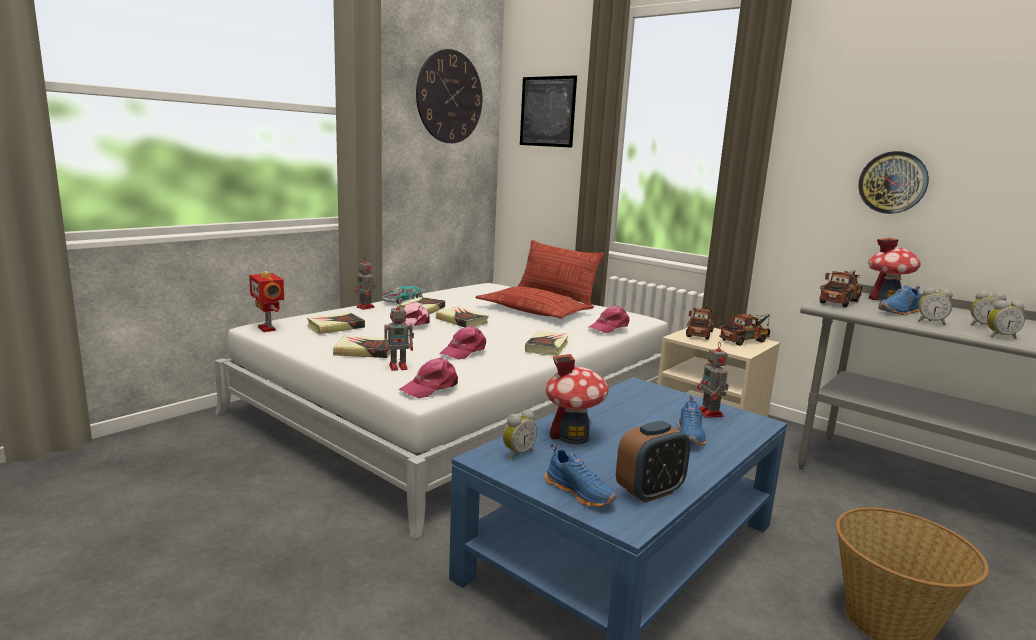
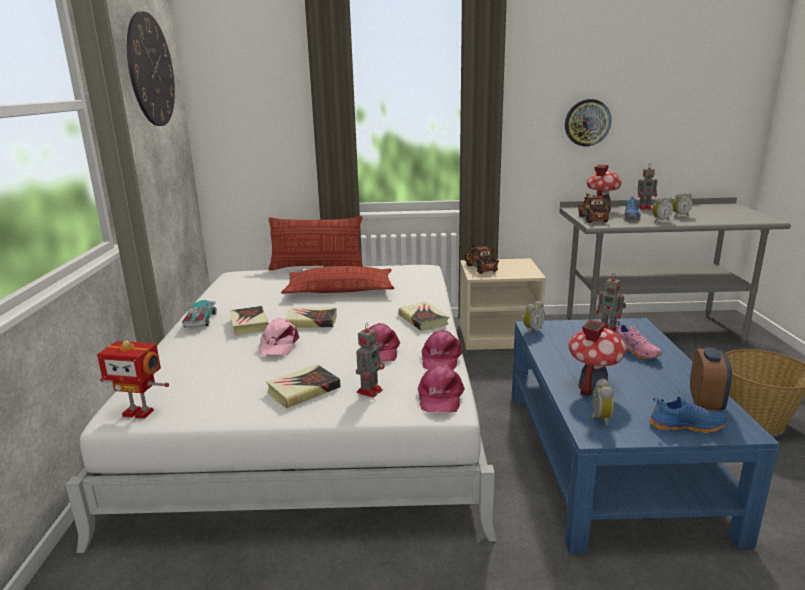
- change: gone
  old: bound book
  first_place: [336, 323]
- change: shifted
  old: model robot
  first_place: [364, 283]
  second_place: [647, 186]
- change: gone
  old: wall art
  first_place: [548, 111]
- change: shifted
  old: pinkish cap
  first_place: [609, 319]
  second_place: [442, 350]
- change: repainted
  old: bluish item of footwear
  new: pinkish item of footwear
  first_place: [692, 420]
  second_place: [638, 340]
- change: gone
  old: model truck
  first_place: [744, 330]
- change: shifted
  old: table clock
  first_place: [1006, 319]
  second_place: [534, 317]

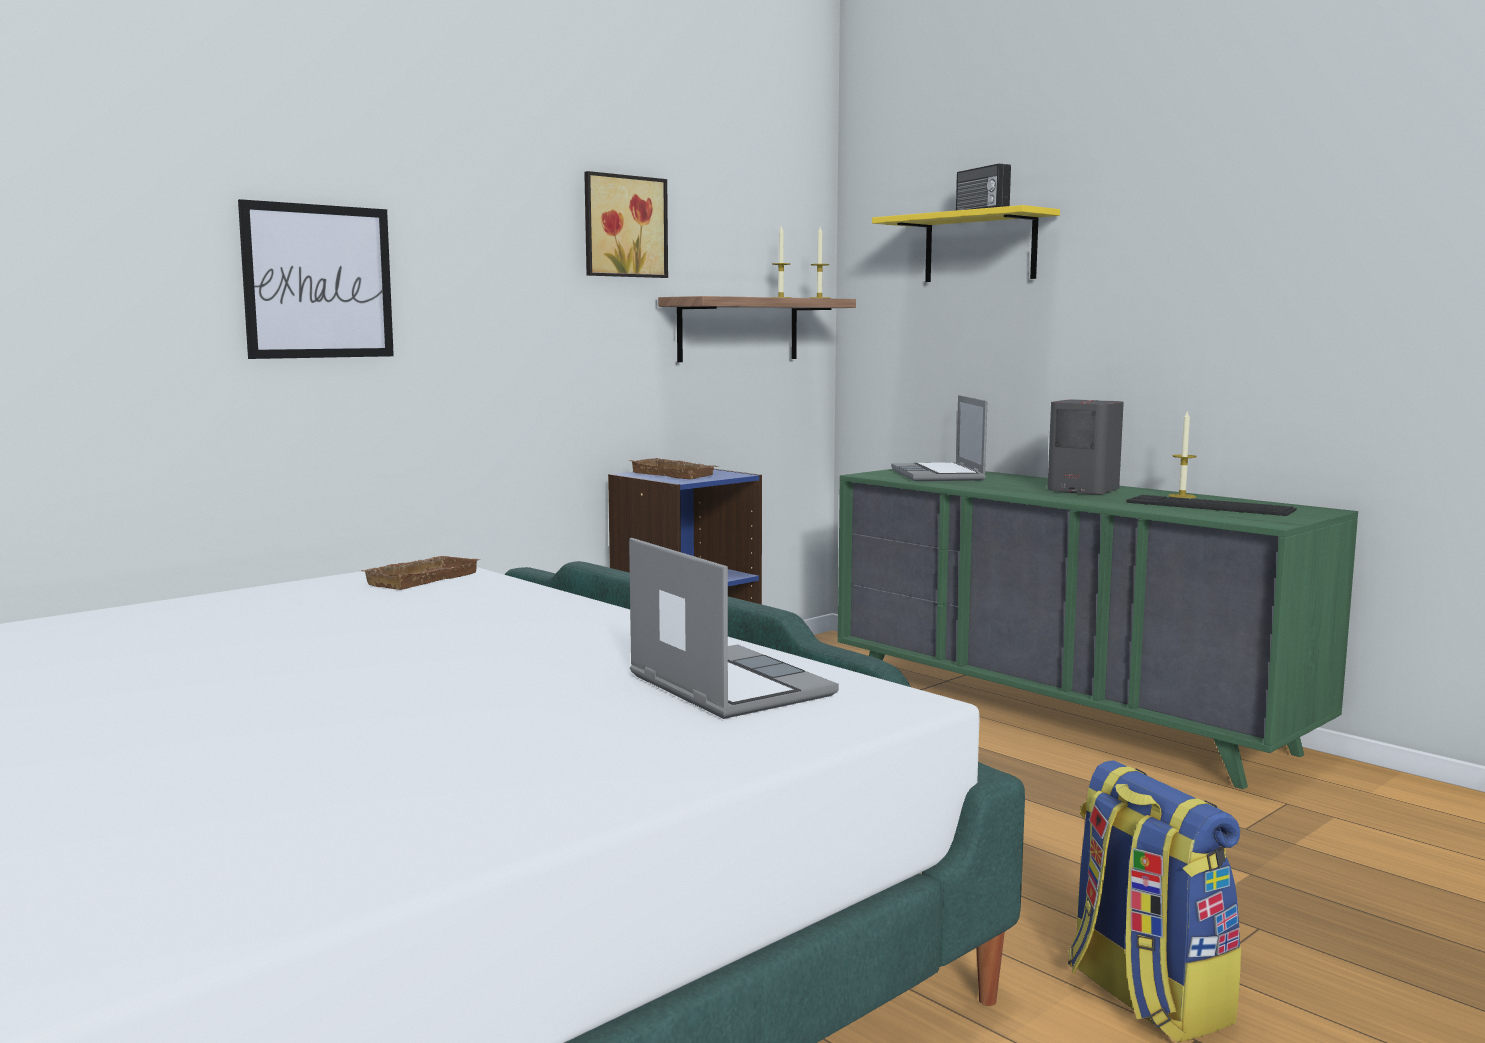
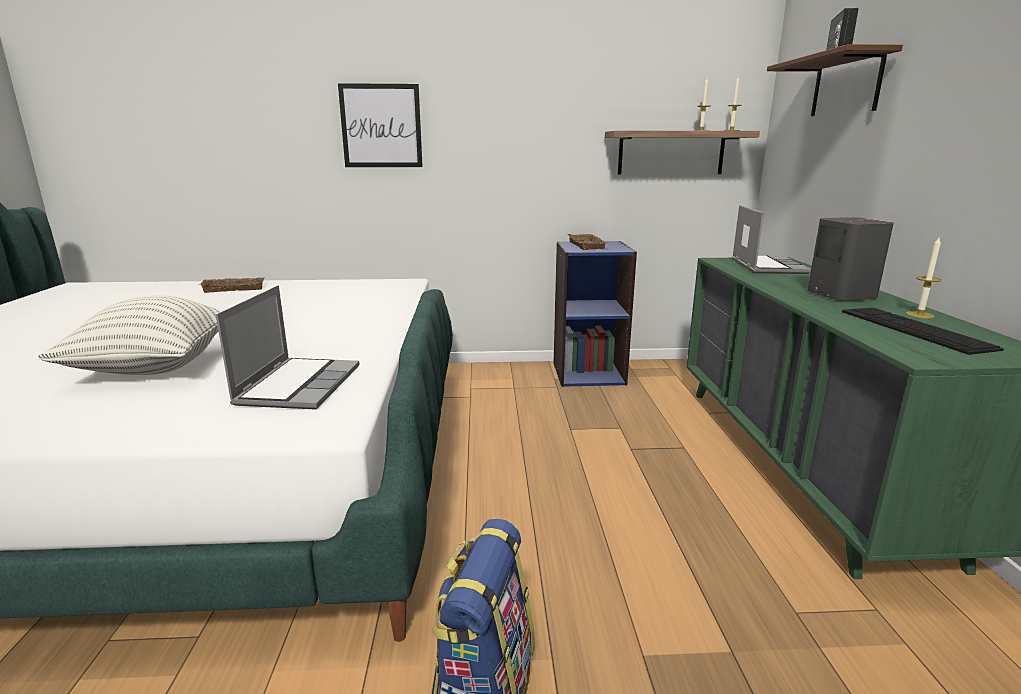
- change: shifted
  old: brown carrying tray
  first_place: [419, 573]
  second_place: [232, 285]
- change: gone
  old: wall art
  first_place: [626, 224]
- change: repainted
  old: yellowish shelf
  new: brown shelf
  first_place: [966, 243]
  second_place: [835, 80]
- change: rotated
  old: laptop
  first_place: [939, 438]
  second_place: [771, 239]
  degrees: 150
- change: new
  new: throw pillow
  second_place: [129, 335]

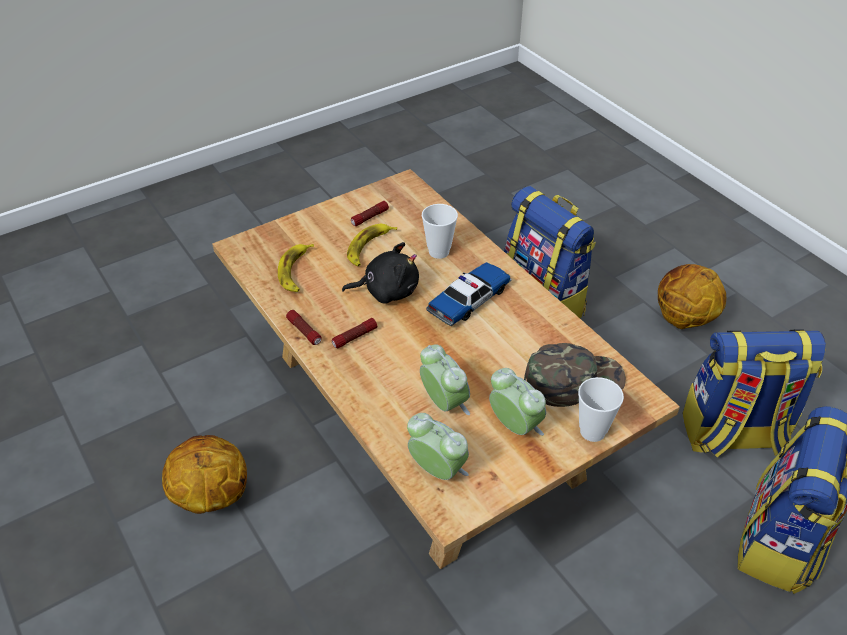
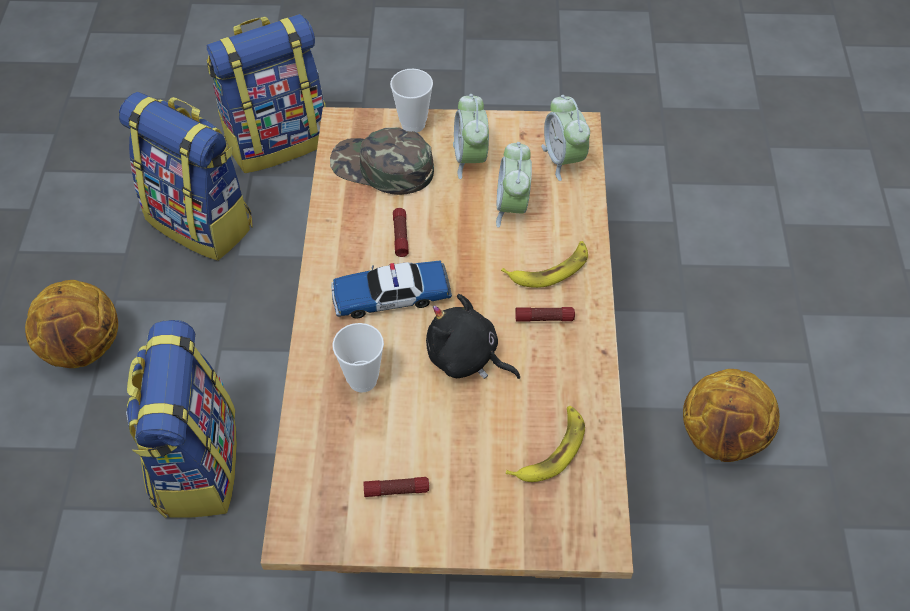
- change: shifted
  old: flashlight
  first_place: [304, 327]
  second_place: [401, 232]
- change: shifted
  old: banana
  first_place: [372, 245]
  second_place: [544, 264]

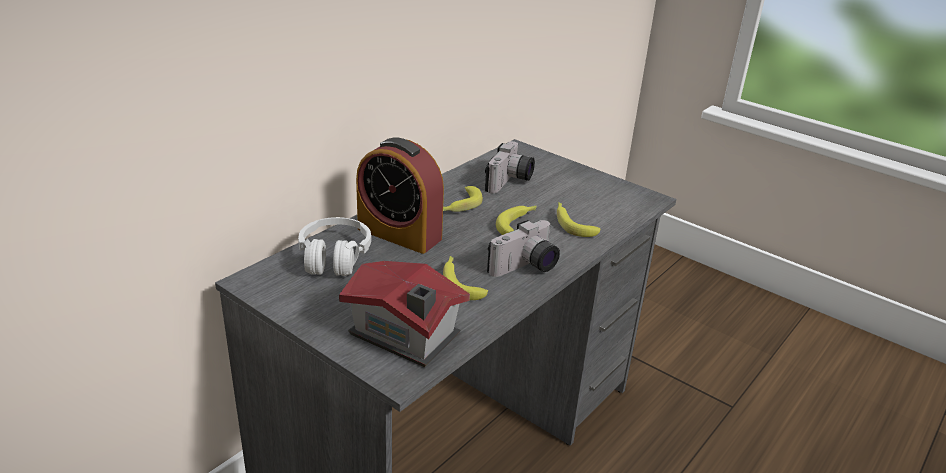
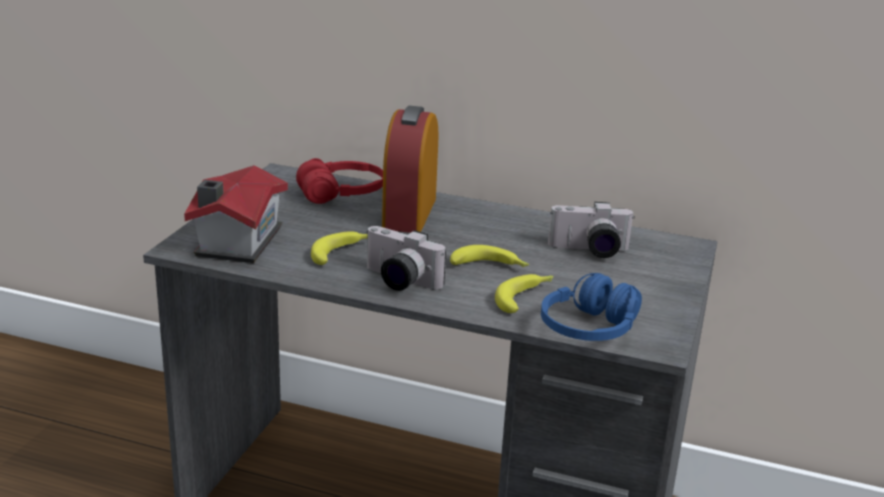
- change: repainted
  old: whitish headset
  new: red headset
  first_place: [334, 246]
  second_place: [339, 181]
- change: gone
  old: banana
  first_place: [463, 199]
- change: new
  new: bluish headset
  second_place: [591, 307]

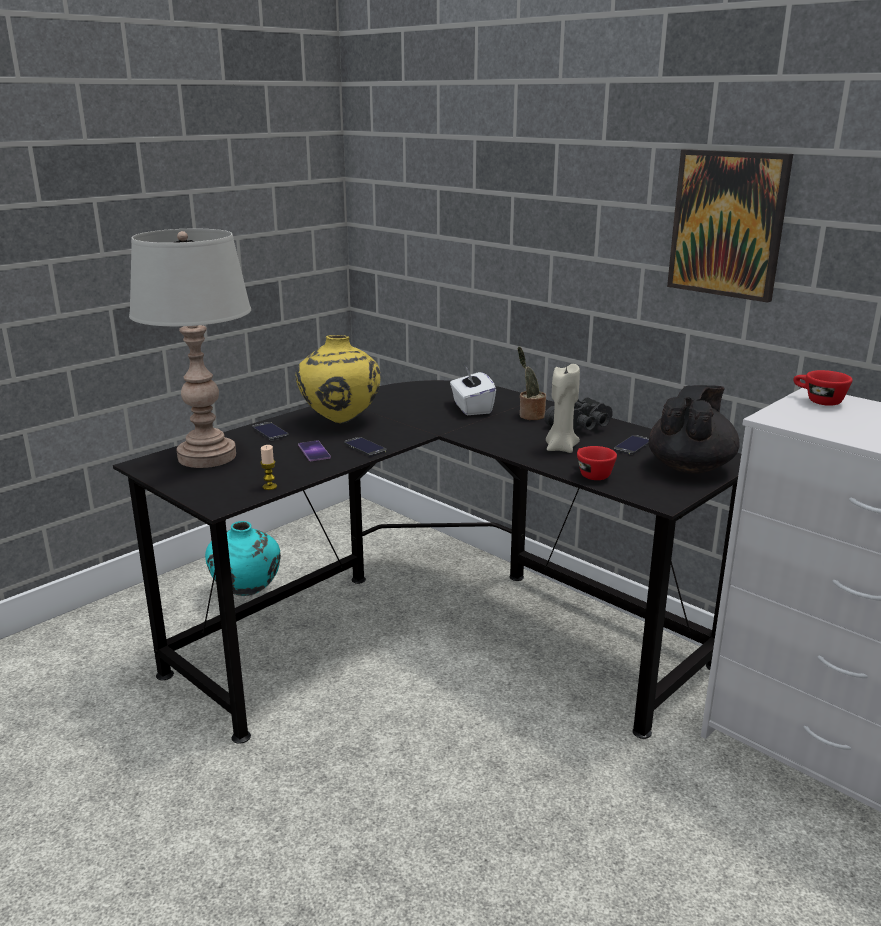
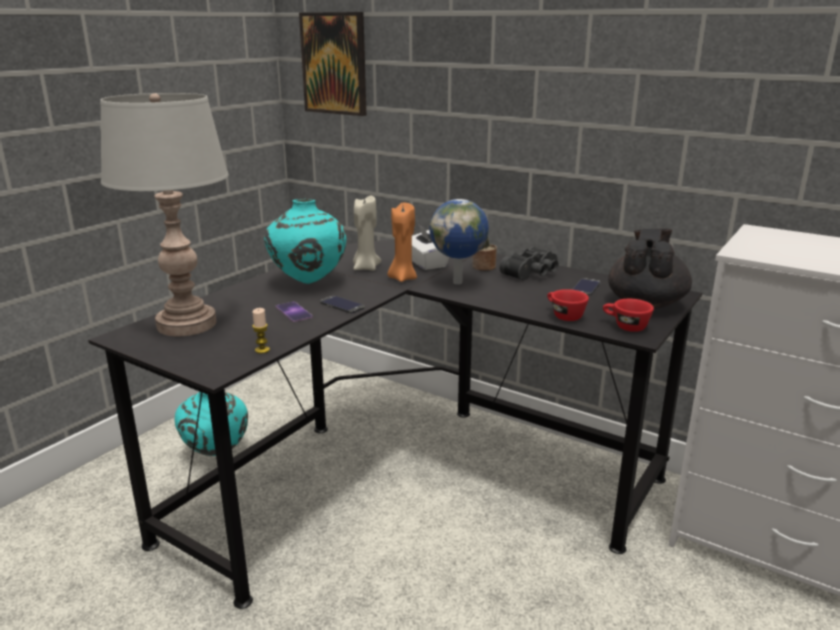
- change: gone
  old: telephone
  first_place: [270, 431]
- change: repainted
  old: yellowish decorative vase
  new: blue-green decorative vase
  first_place: [338, 379]
  second_place: [305, 241]
- change: shifted
  old: sand-coloured wax light
  first_place: [563, 408]
  second_place: [367, 233]
- change: shifted
  old: wall art
  first_place: [730, 226]
  second_place: [332, 64]
- change: shifted
  old: red cup
  first_place: [823, 388]
  second_place: [628, 315]
- change: new
  new: orangey wax light
  second_place: [402, 242]
- change: new
  new: globe
  second_place: [459, 242]

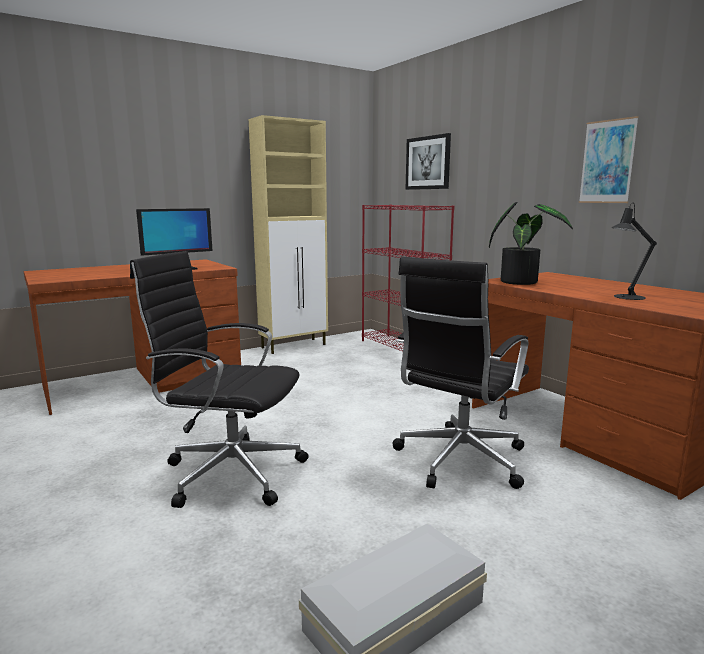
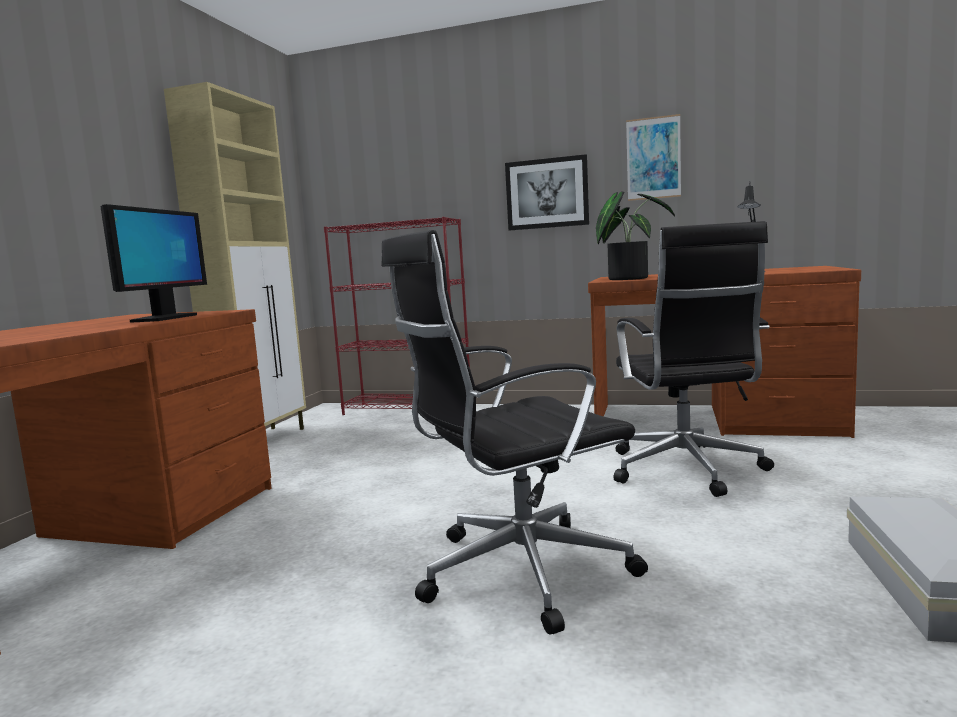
- change: shifted
  old: wall art
  first_place: [428, 161]
  second_place: [547, 192]

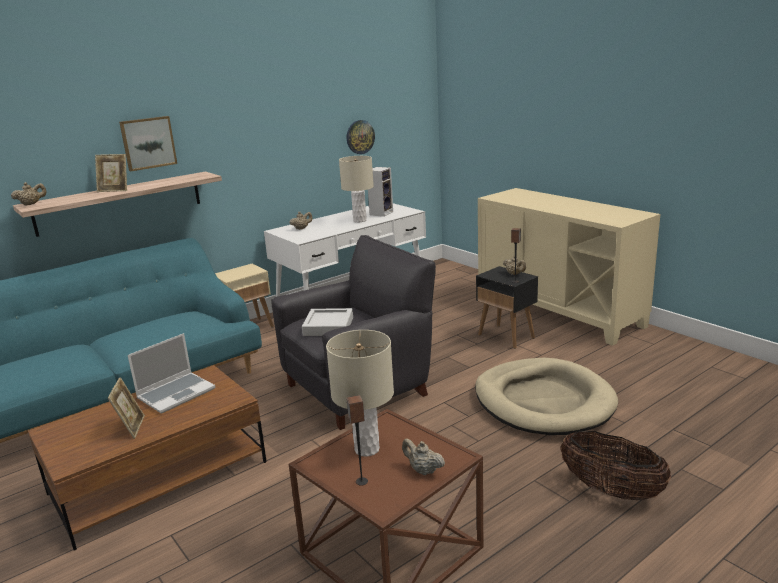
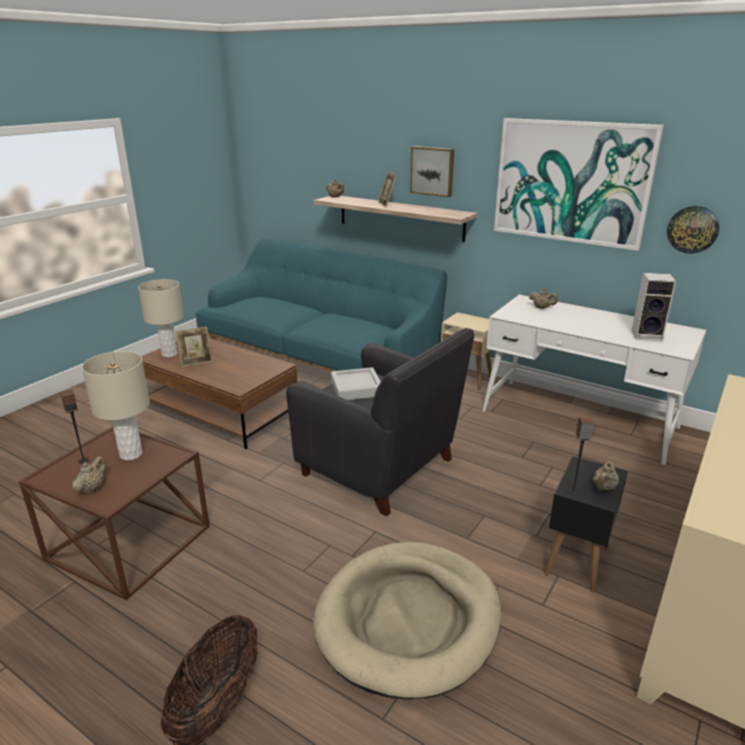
- change: gone
  old: laptop
  first_place: [171, 373]
- change: shifted
  old: sand-coloured table lamp
  first_place: [356, 189]
  second_place: [161, 318]
- change: new
  new: wall art
  second_place: [579, 184]

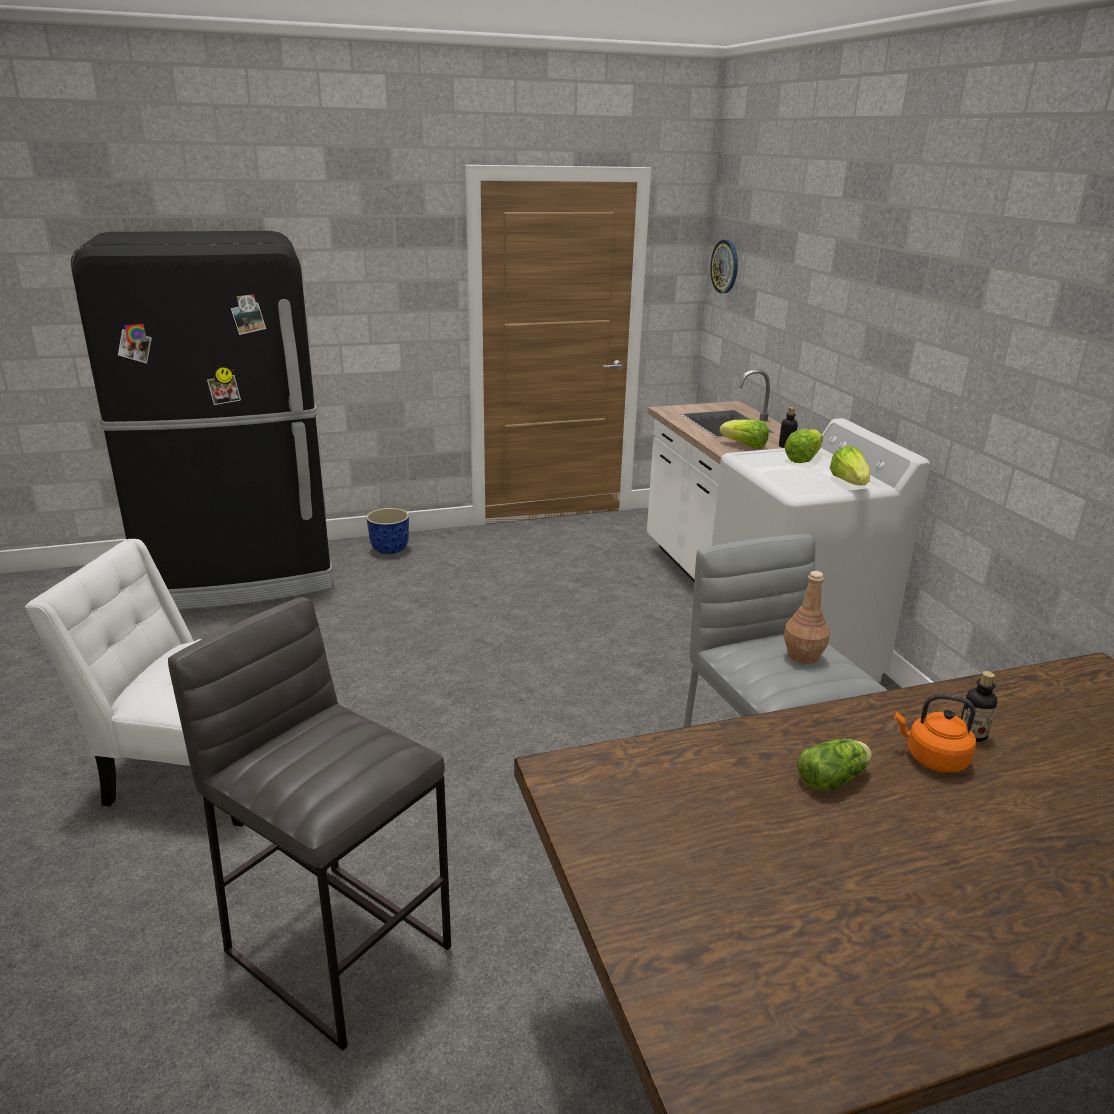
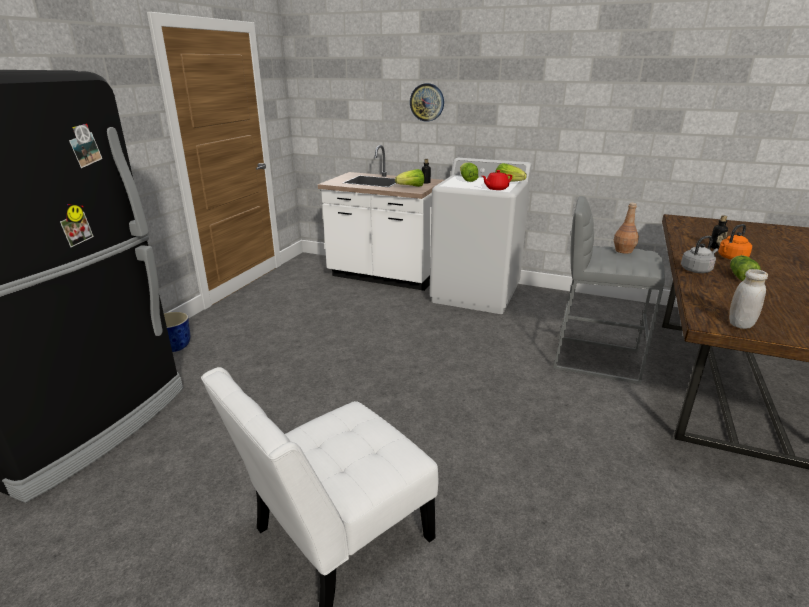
- change: gone
  old: grey sitting stool
  first_place: [309, 824]
- change: shifted
  old: wall clock
  first_place: [724, 266]
  second_place: [427, 102]
- change: new
  new: red teapot
  second_place: [497, 180]
- change: new
  new: grey kettle
  second_place: [699, 254]
- change: new
  new: whitish preserve jar
  second_place: [748, 299]

